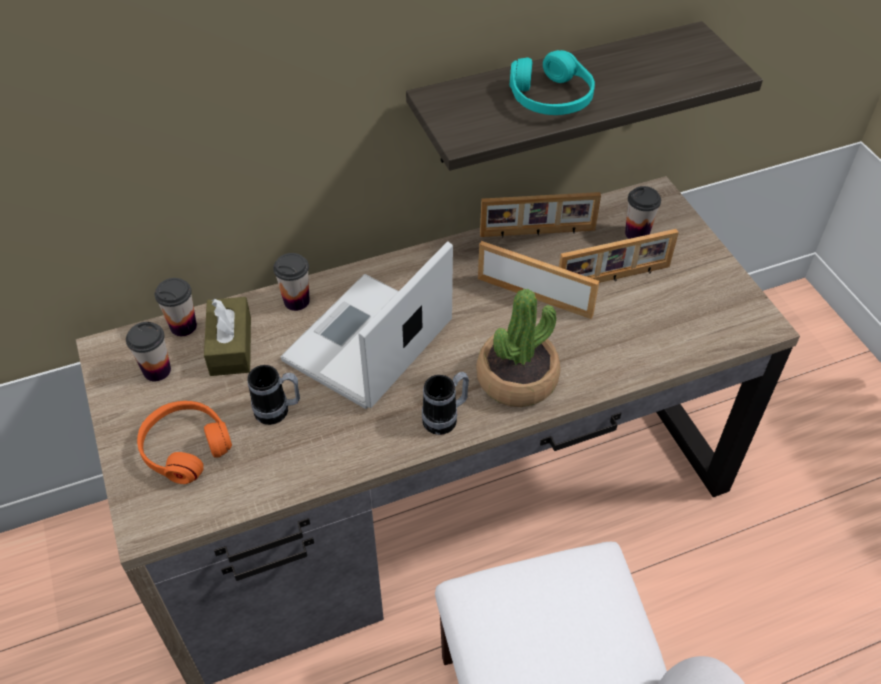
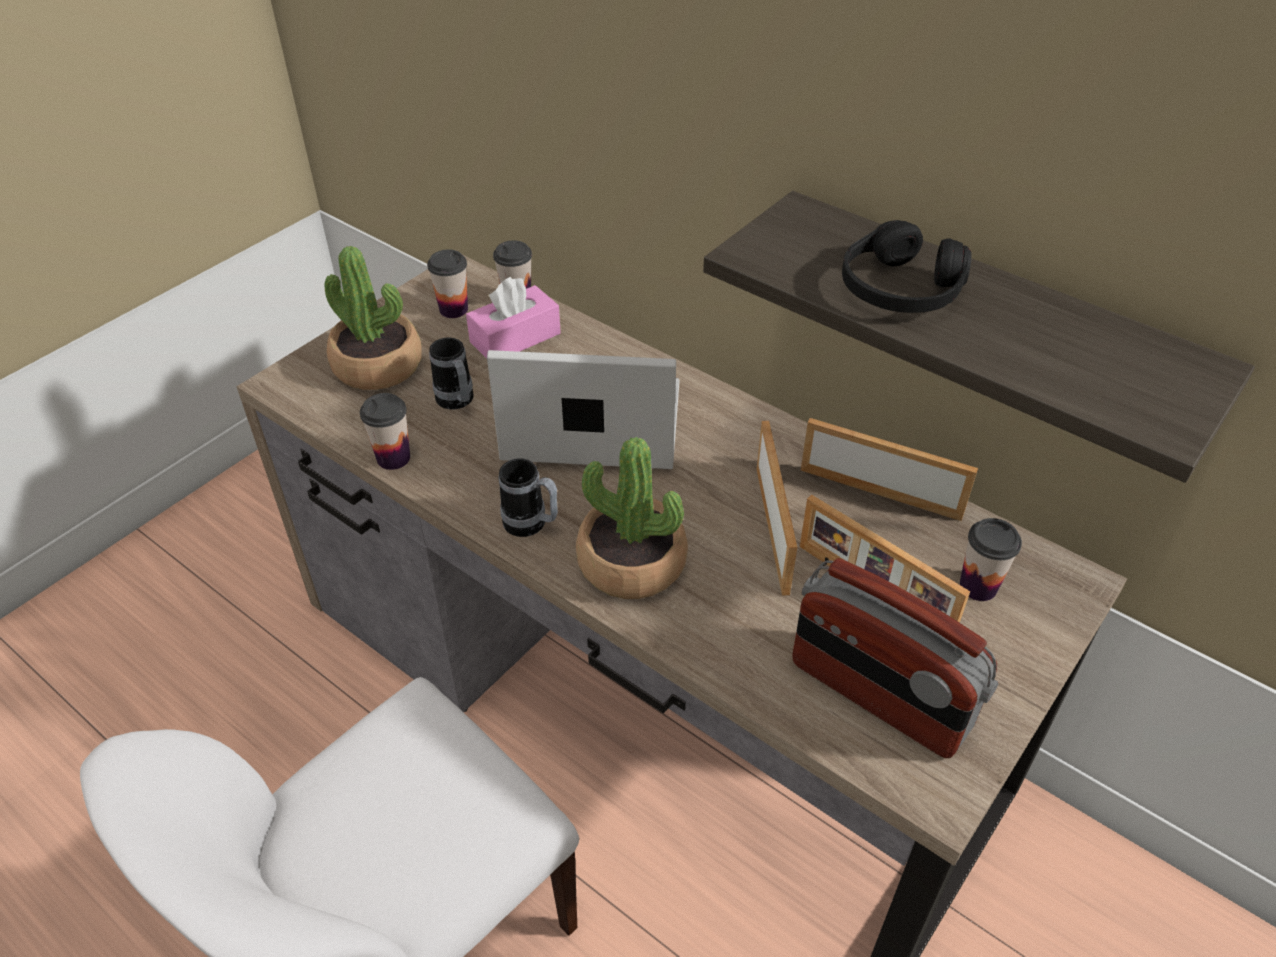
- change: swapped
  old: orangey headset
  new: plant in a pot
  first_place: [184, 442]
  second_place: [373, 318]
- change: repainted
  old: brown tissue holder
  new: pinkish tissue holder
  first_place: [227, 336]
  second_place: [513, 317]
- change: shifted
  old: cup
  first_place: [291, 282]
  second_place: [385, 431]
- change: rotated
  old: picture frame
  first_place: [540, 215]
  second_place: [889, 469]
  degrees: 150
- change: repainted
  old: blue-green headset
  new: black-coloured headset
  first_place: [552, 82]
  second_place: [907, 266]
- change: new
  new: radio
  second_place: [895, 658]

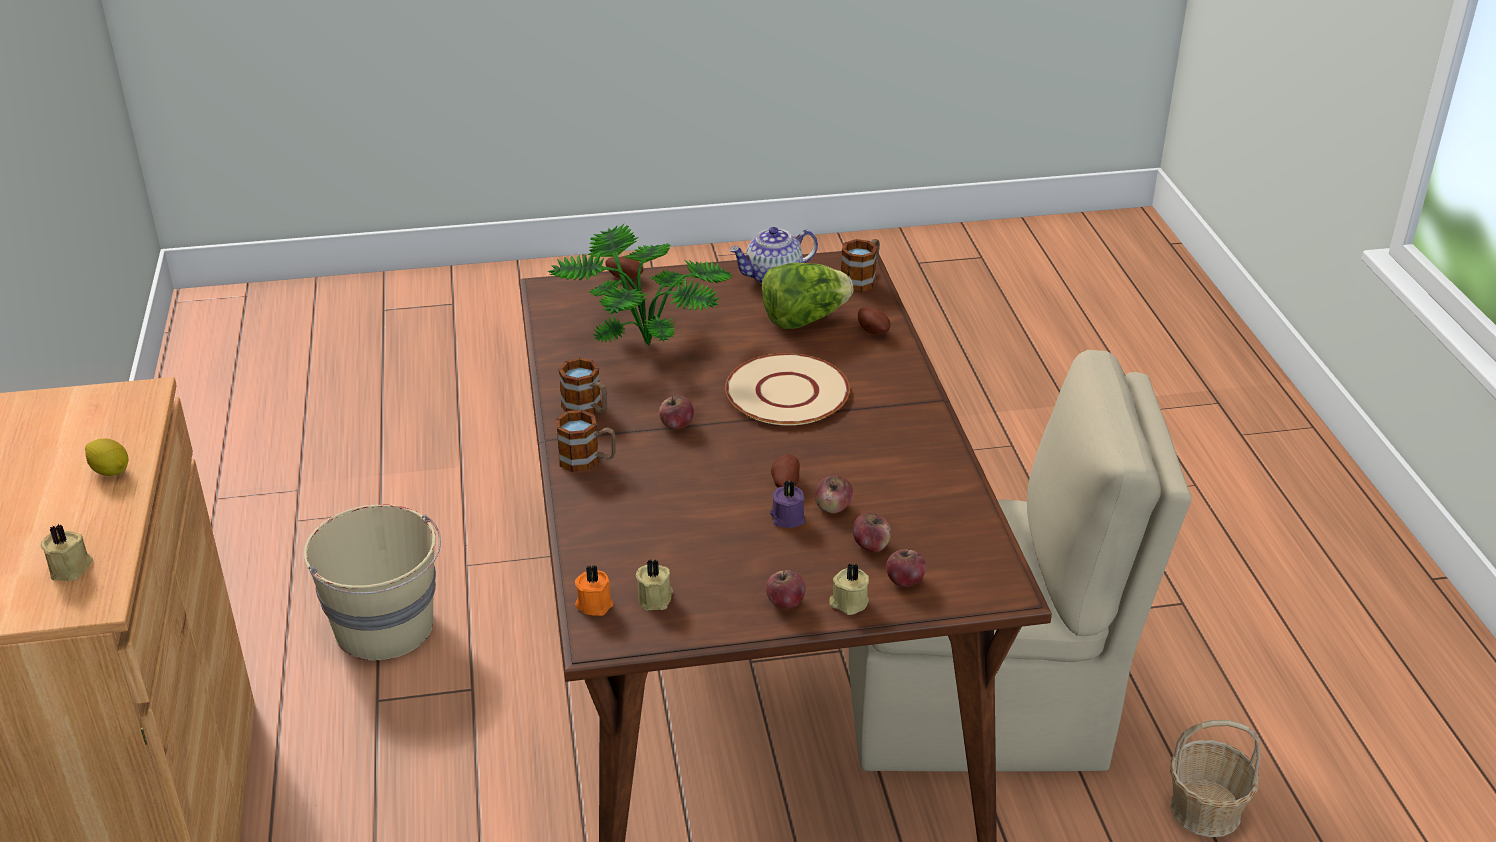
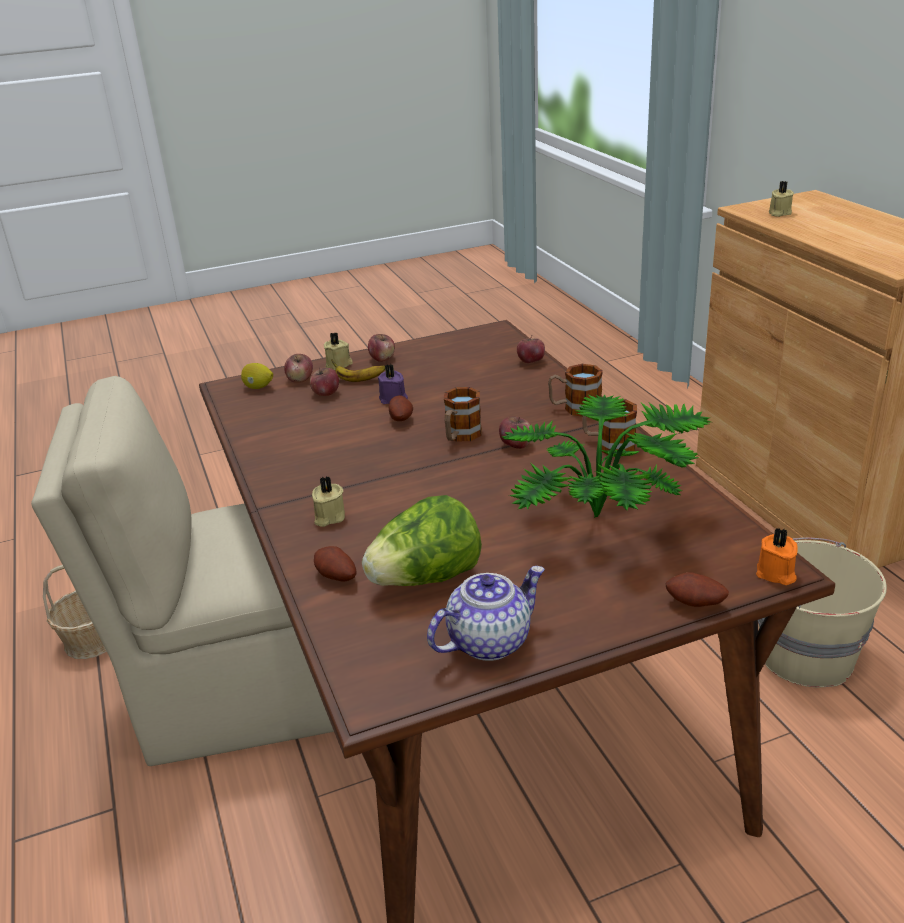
- change: shifted
  old: whole lemon
  first_place: [107, 457]
  second_place: [257, 376]
- change: shifted
  old: orangey wax light
  first_place: [594, 590]
  second_place: [777, 556]
- change: shifted
  old: sand-coloured wax light
  first_place: [654, 584]
  second_place: [328, 502]
- change: gone
  old: sand-coloured dinner plate
  first_place: [787, 389]
- change: shifted
  old: apple fruit
  first_place: [834, 494]
  second_place: [531, 349]
- change: shifted
  old: coffee mug
  first_place: [860, 265]
  second_place: [463, 414]
- change: new
  new: banana
  second_place: [358, 371]

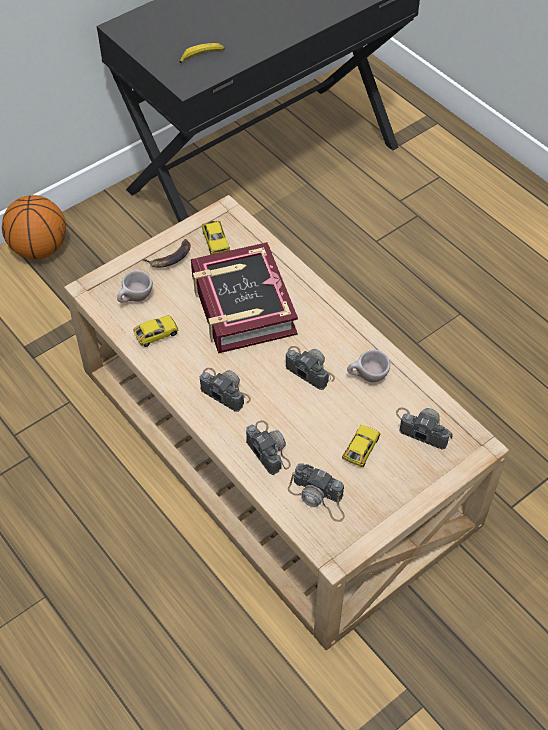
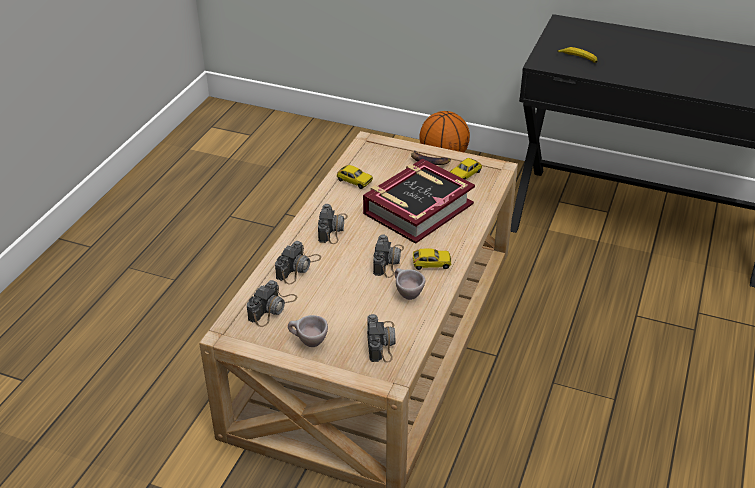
- change: shifted
  old: sand-coloured cup
  first_place: [135, 286]
  second_place: [308, 331]
- change: rotated
  old: photo camera
  first_place: [316, 492]
  second_place: [272, 303]
  degrees: -150
- change: shifted
  old: miniature car
  first_place: [361, 446]
  second_place: [432, 259]

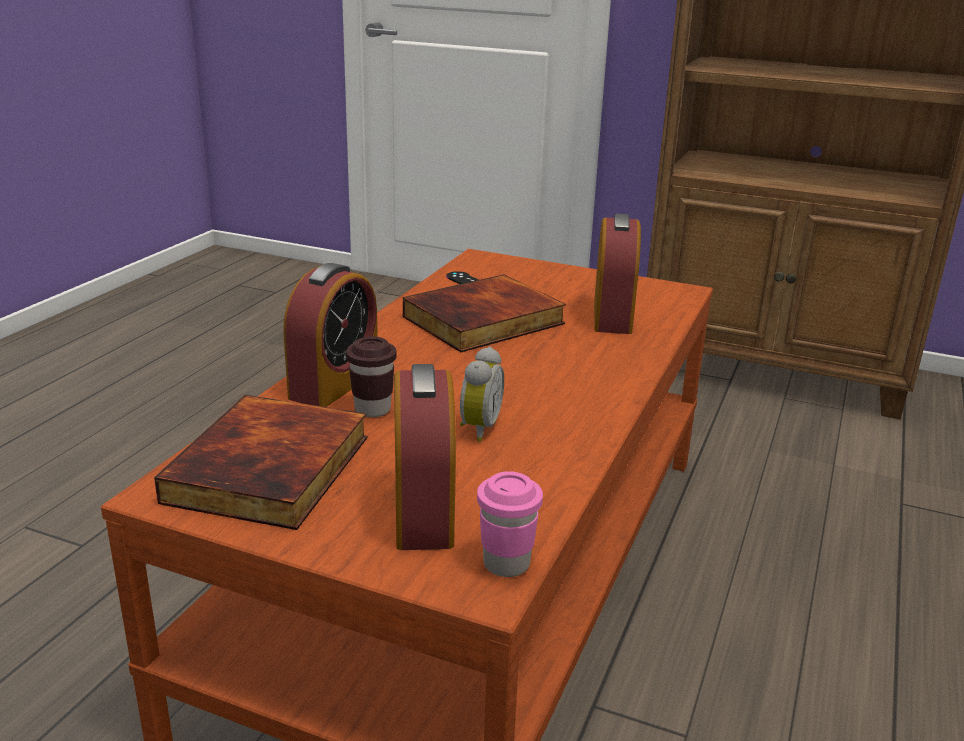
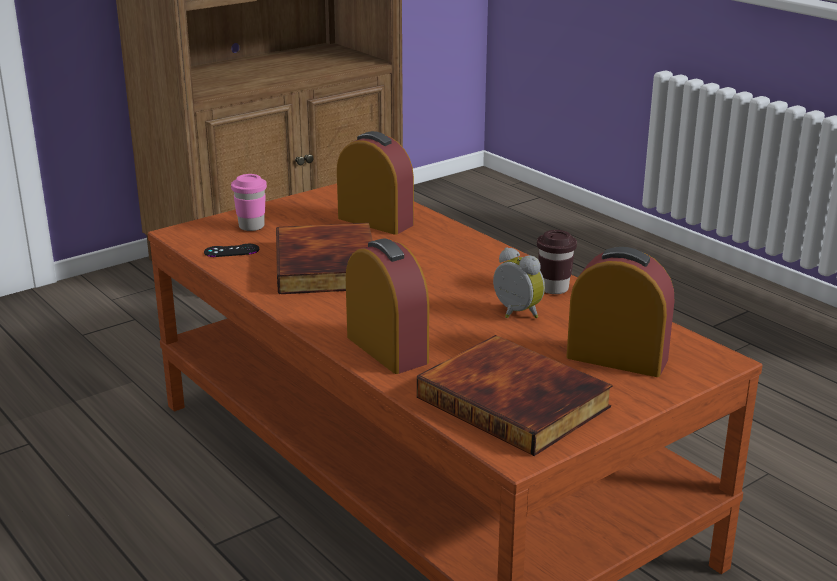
- change: shifted
  old: brown cup
  first_place: [371, 376]
  second_place: [557, 262]
- change: shifted
  old: pinkish cup
  first_place: [510, 524]
  second_place: [249, 202]

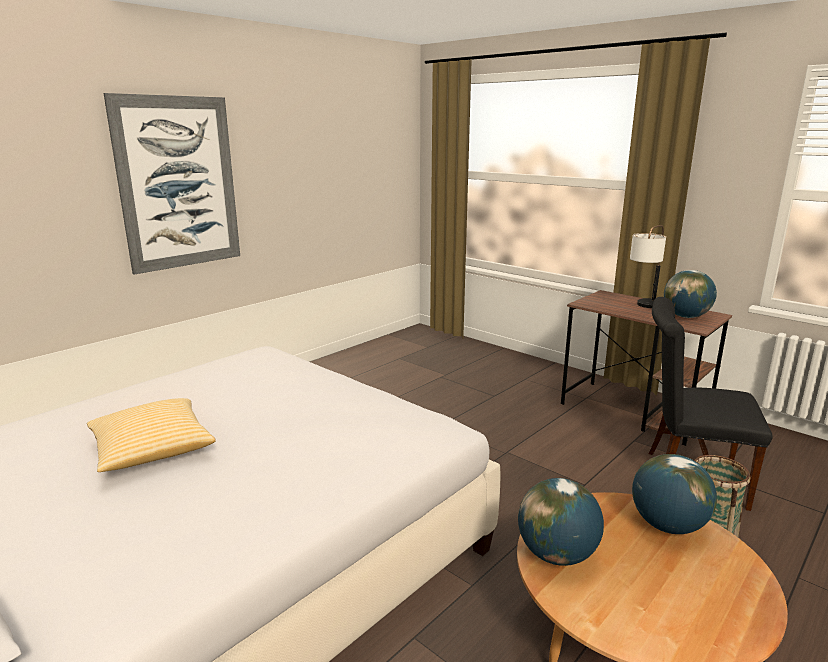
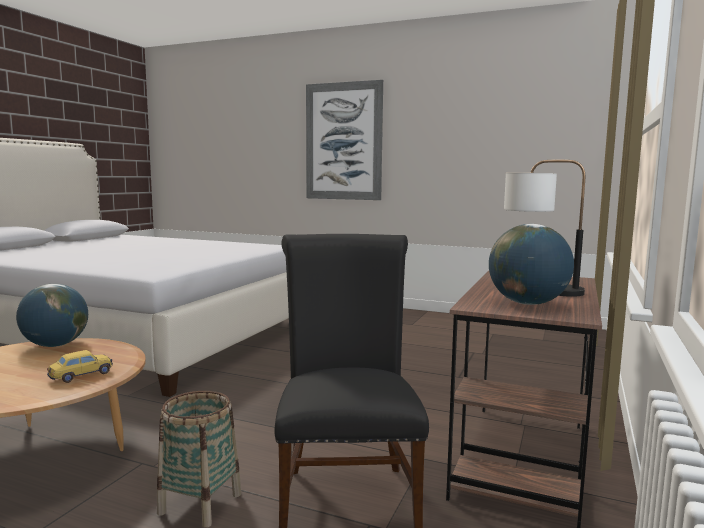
- change: gone
  old: throw pillow
  first_place: [151, 435]
- change: swapped
  old: globe
  new: miniature car
  first_place: [674, 494]
  second_place: [80, 366]

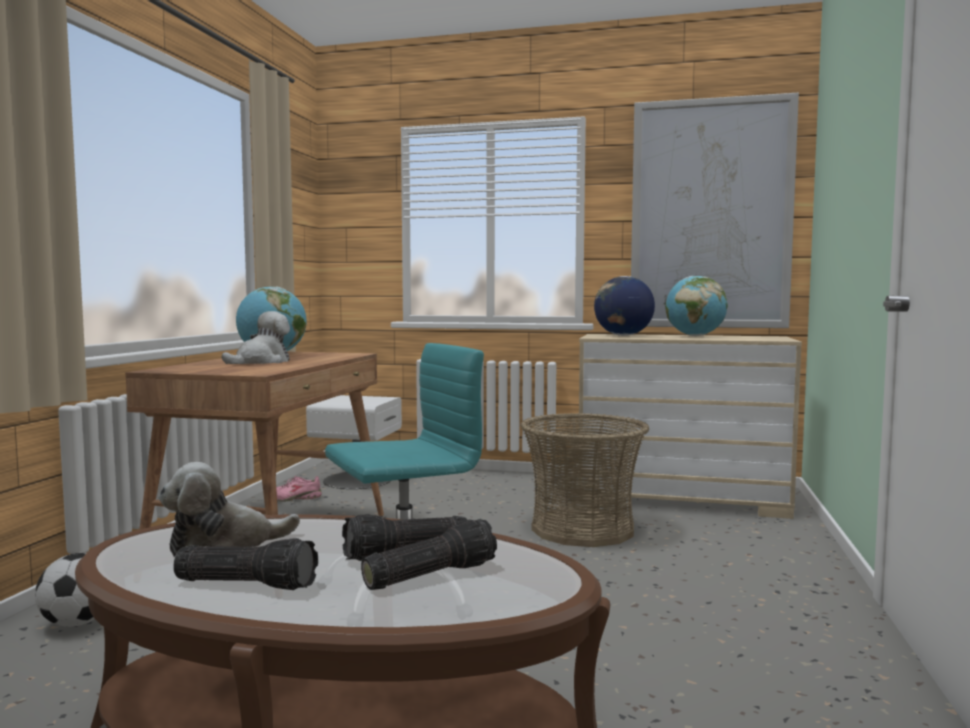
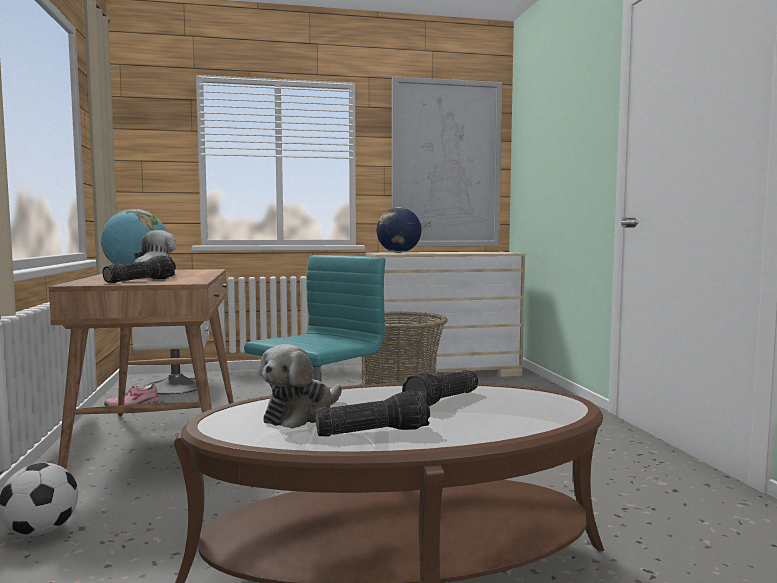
- change: shifted
  old: flashlight
  first_place: [429, 554]
  second_place: [139, 269]
- change: gone
  old: globe
  first_place: [696, 306]

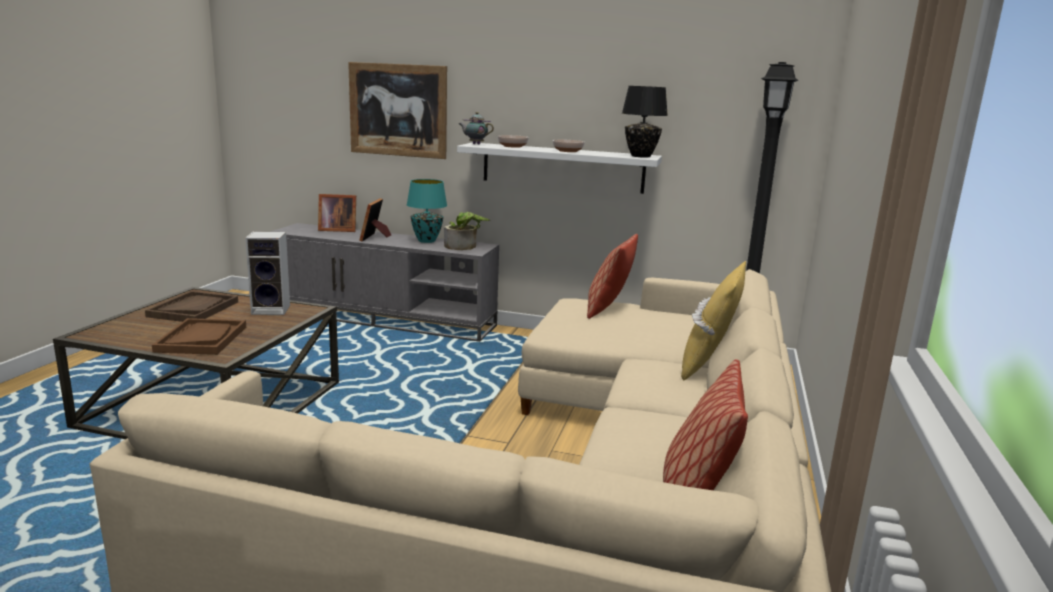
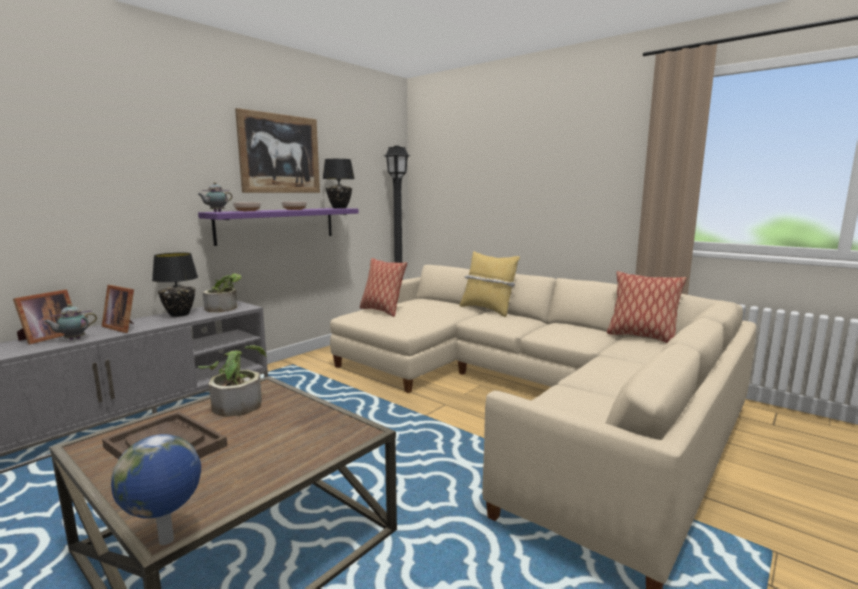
- change: gone
  old: brown carrying tray
  first_place: [199, 336]
- change: swapped
  old: loudspeaker
  new: plant in a pot
  first_place: [267, 273]
  second_place: [232, 381]
- change: shifted
  old: wall art
  first_place: [397, 110]
  second_place: [277, 150]
- change: repainted
  old: blue-green table lamp
  new: black-coloured table lamp
  first_place: [427, 211]
  second_place: [175, 285]
- change: repainted
  old: whitish shelf
  new: purple-coloured shelf
  first_place: [559, 168]
  second_place: [278, 227]
- change: new
  new: teapot
  second_place: [70, 322]
- change: new
  new: globe
  second_place: [156, 489]

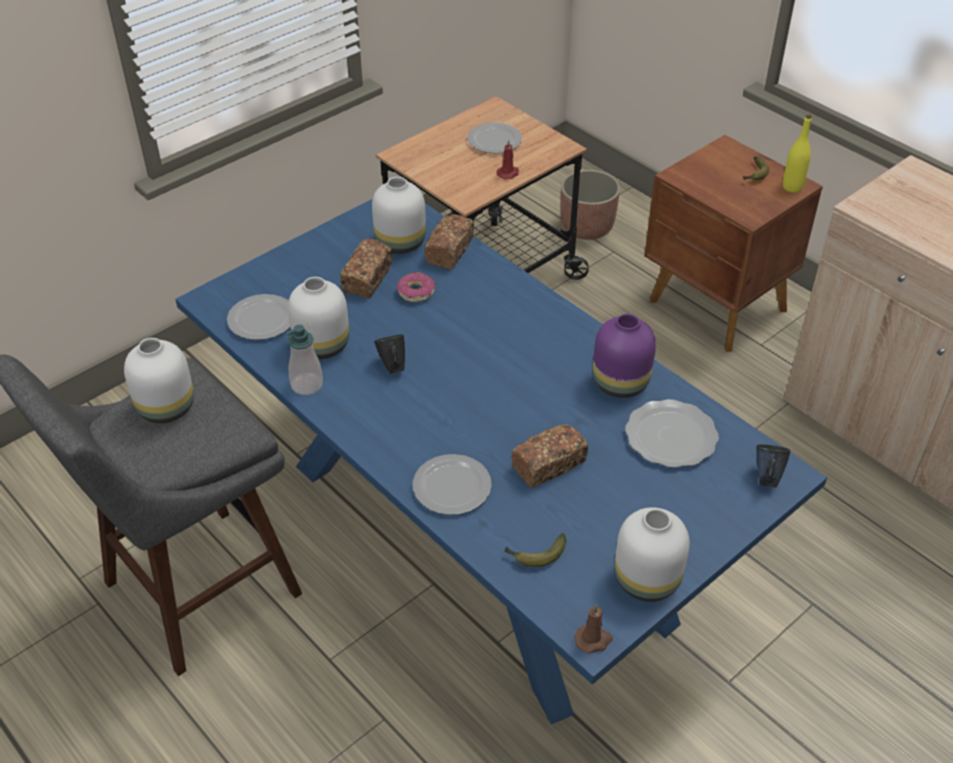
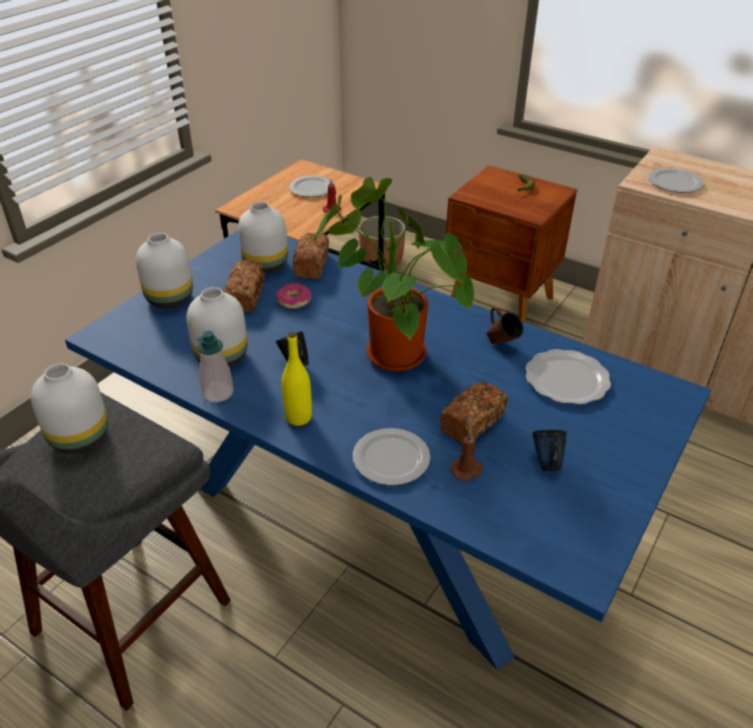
- change: shifted
  old: dinner plate
  first_place: [258, 317]
  second_place: [676, 180]
- change: gone
  old: banana
  first_place: [535, 550]
- change: shifted
  old: brown wax light
  first_place: [593, 629]
  second_place: [466, 456]
- change: swapped
  old: purple-coloured decorative vase
  new: brown coffee mug
  first_place: [624, 356]
  second_place: [505, 325]
- change: shifted
  old: whitish decorative vase
  first_place: [652, 554]
  second_place: [164, 270]
- change: shifted
  old: bluish coffee mug
  first_place: [773, 466]
  second_place: [549, 450]
- change: shifted
  old: yellowish beverage bottle
  first_place: [797, 153]
  second_place: [297, 379]
- change: new
  new: plant in a pot
  second_place: [394, 274]

